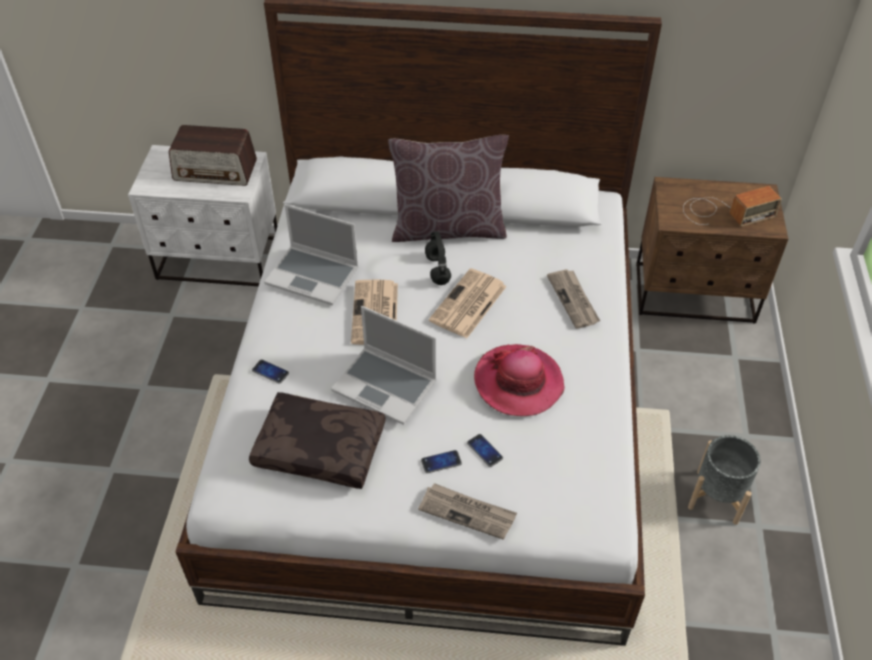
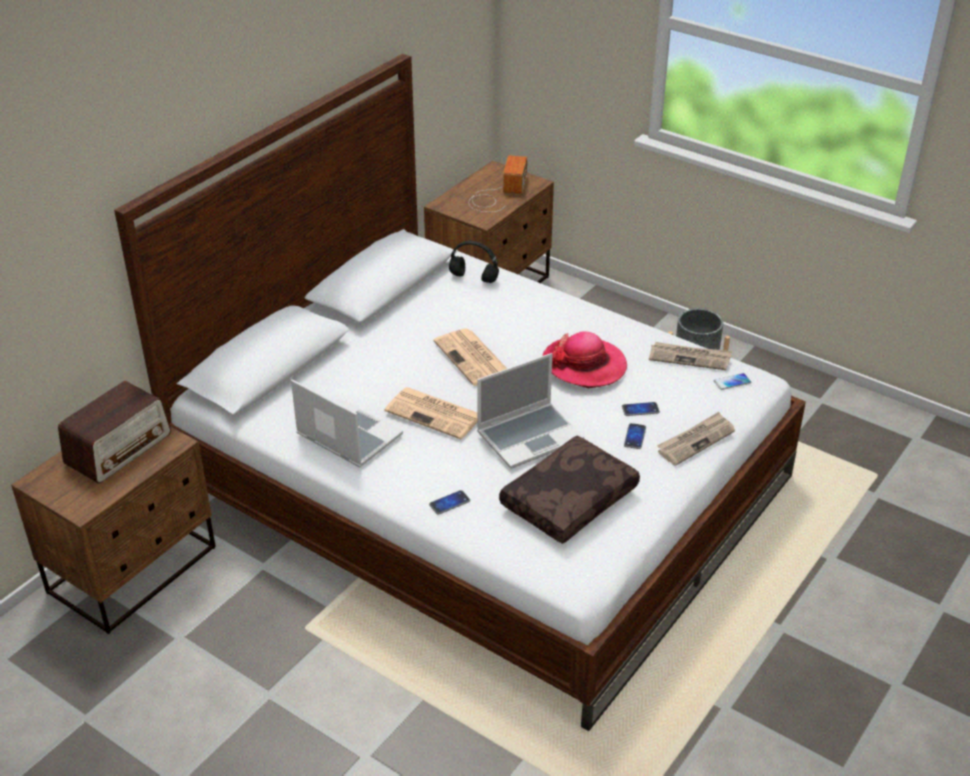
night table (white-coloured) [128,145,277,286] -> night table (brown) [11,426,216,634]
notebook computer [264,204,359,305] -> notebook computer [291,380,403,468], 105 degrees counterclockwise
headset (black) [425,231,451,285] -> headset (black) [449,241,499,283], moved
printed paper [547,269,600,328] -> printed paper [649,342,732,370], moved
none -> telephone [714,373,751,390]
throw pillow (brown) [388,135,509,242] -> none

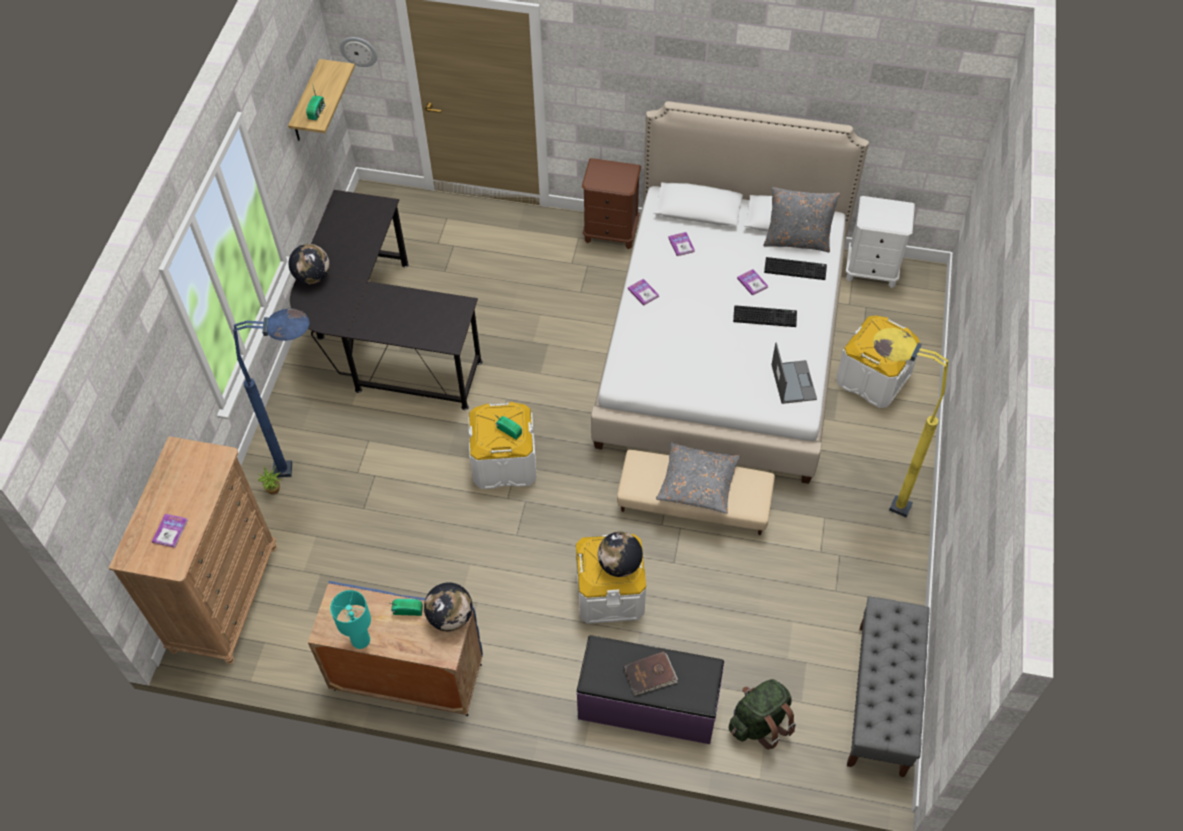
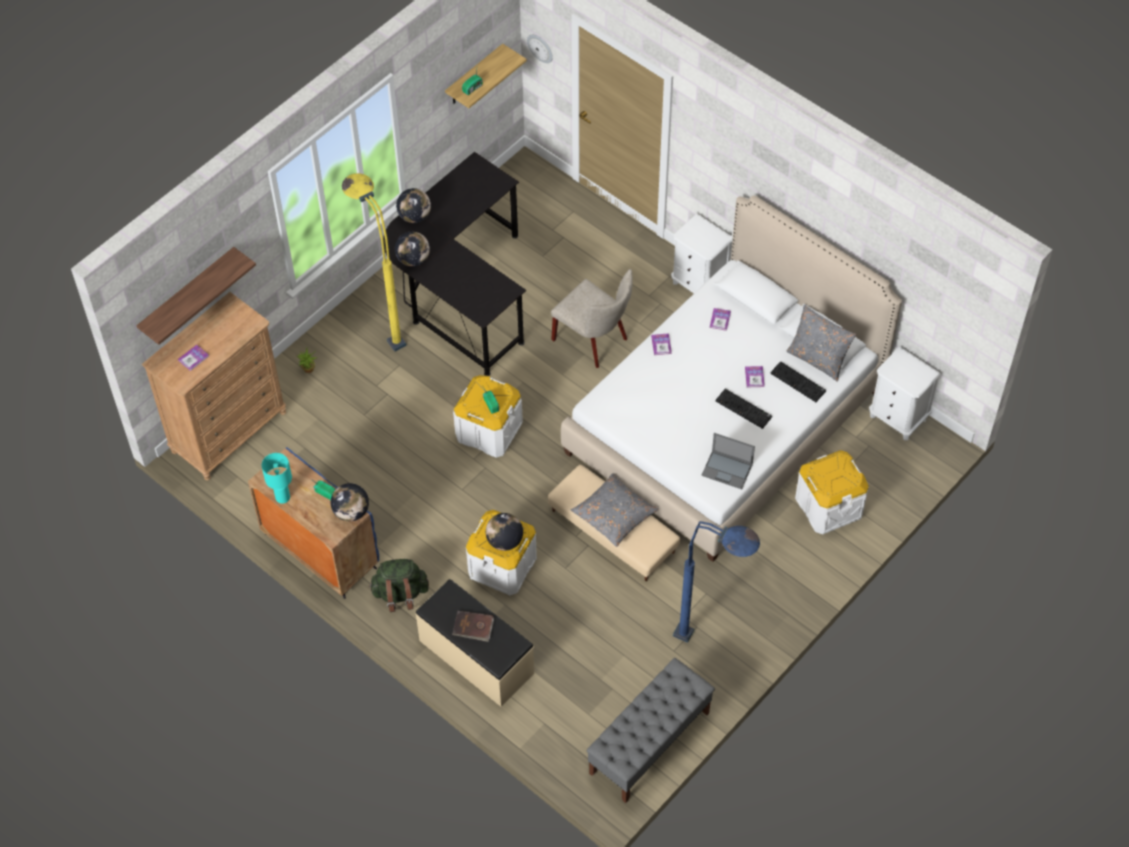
none -> shelf [137,247,256,345]
standard lamp (yellowish) [873,328,948,517] -> standard lamp (yellowish) [342,173,406,352], moved
rucksack (green-coloured) [729,679,796,750] -> rucksack (green-coloured) [369,559,429,612], moved
none -> desk globe [395,231,430,266]
bench (purple) [576,635,724,744] -> bench (sand-coloured) [416,579,534,707]
none -> chair (sand-coloured) [551,269,633,368]
night table (brown) [582,158,641,249] -> night table (white-coloured) [671,214,733,293]
standard lamp (blue) [233,308,310,478] -> standard lamp (blue) [673,521,760,643], moved
notebook computer [771,343,817,404] -> notebook computer [701,433,755,489], 90 degrees clockwise

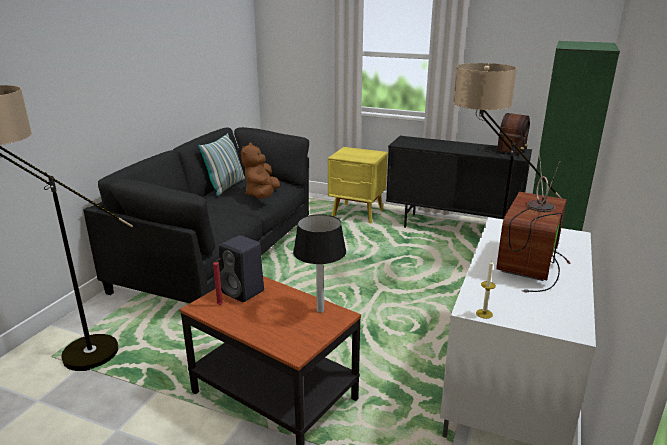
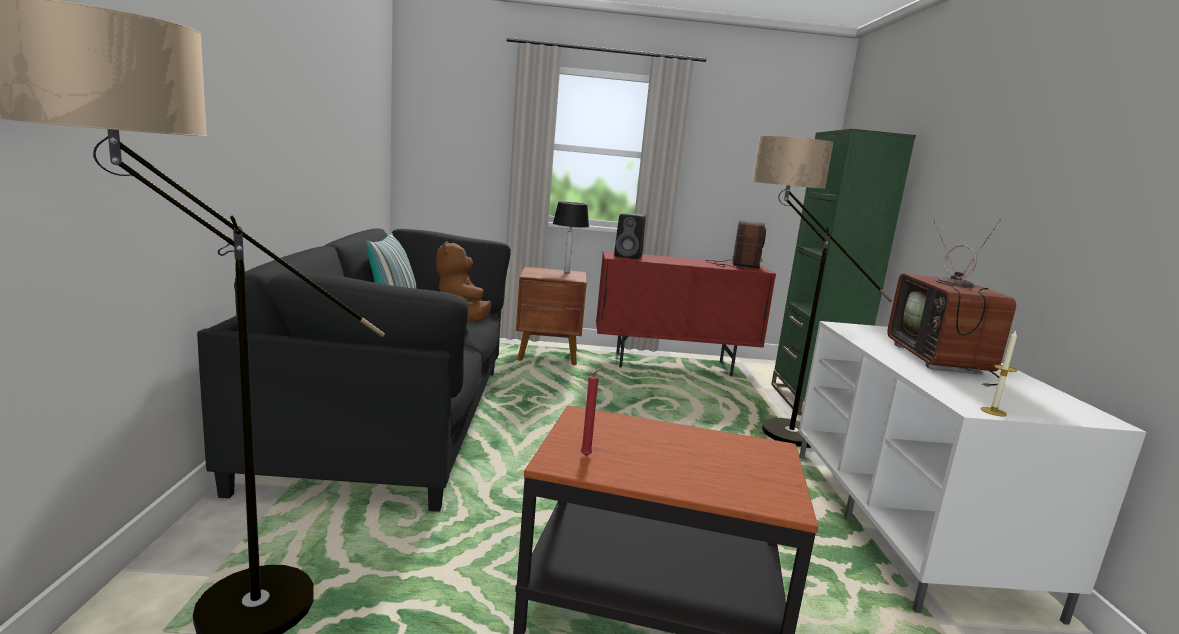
night table (yellowish) [328,147,388,224] -> night table (brown) [516,267,587,365]
table lamp [293,214,346,313] -> table lamp [553,202,589,273], moved
cupboard (black) [386,136,532,228] -> cupboard (red-coloured) [596,251,776,377]
audio speaker (black) [219,235,264,302] -> audio speaker (black) [614,213,646,259], moved

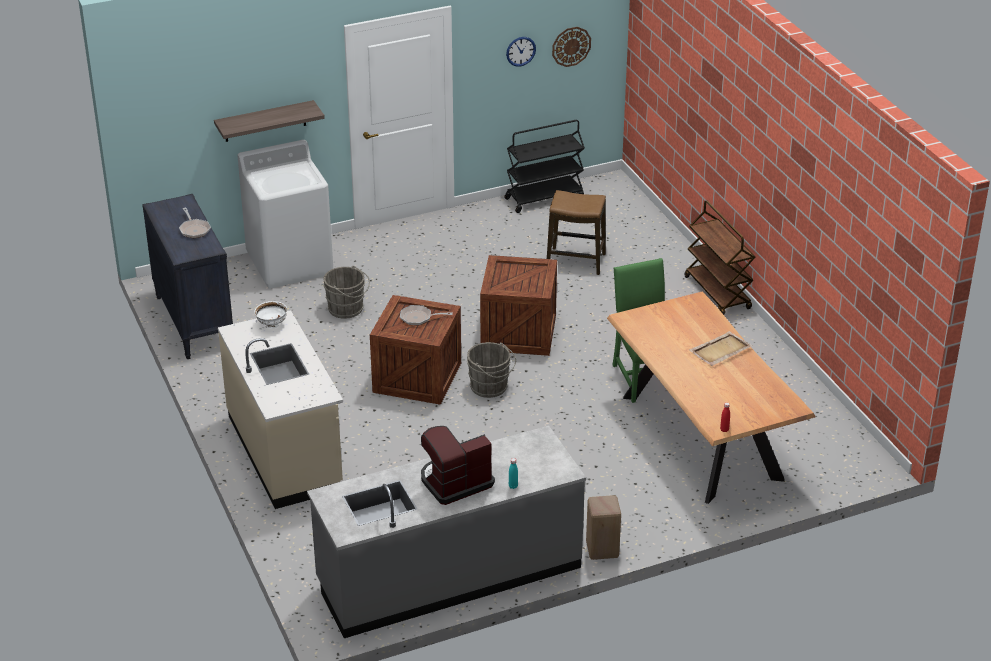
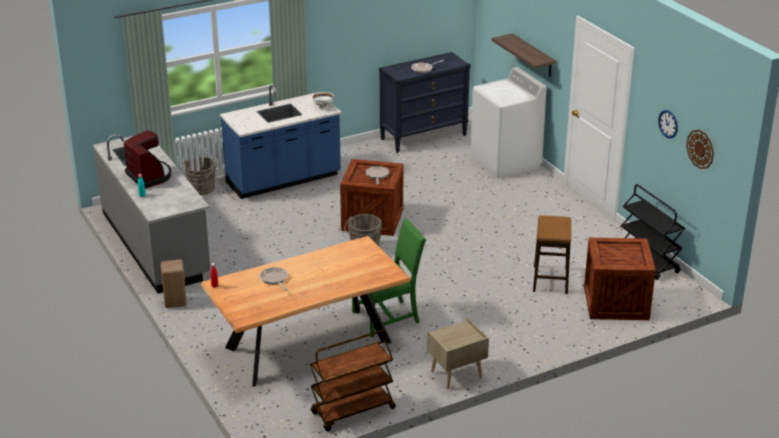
bucket (grey) [323,266,370,319] -> bucket (grey) [181,157,216,195], moved
counter (sand-coloured) [218,310,343,509] -> counter (blue) [220,85,342,199]
none -> pan [259,267,288,290]
cart (brown) [684,201,756,315] -> cart (brown) [310,329,396,431], moved
none -> night table (sand-coloured) [427,318,489,389]
shipping crate [480,255,557,356] -> shipping crate [584,238,656,320], moved
serving tray (sand-coloured) [689,331,752,366] -> none

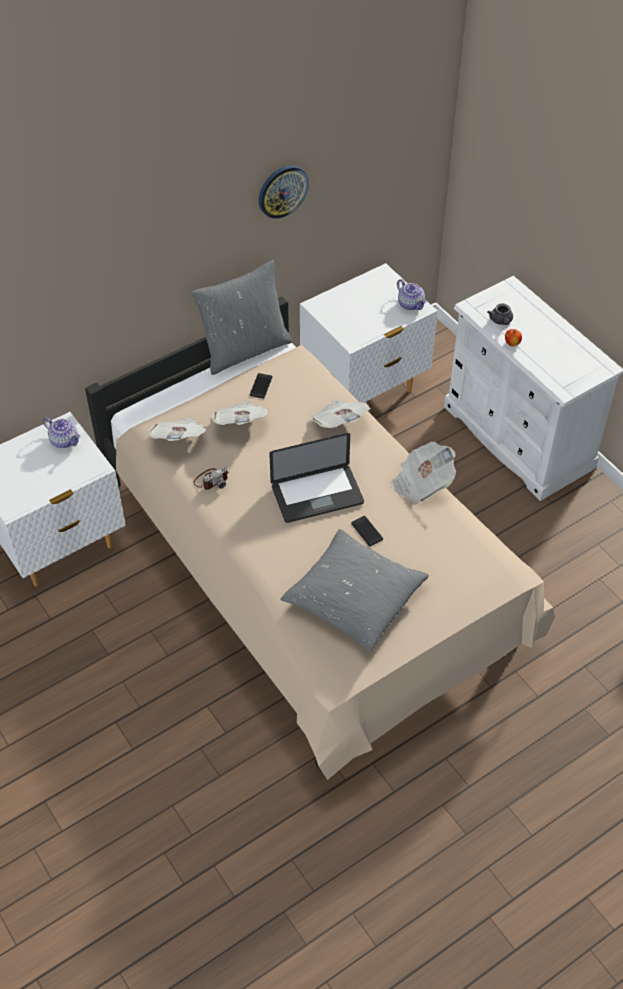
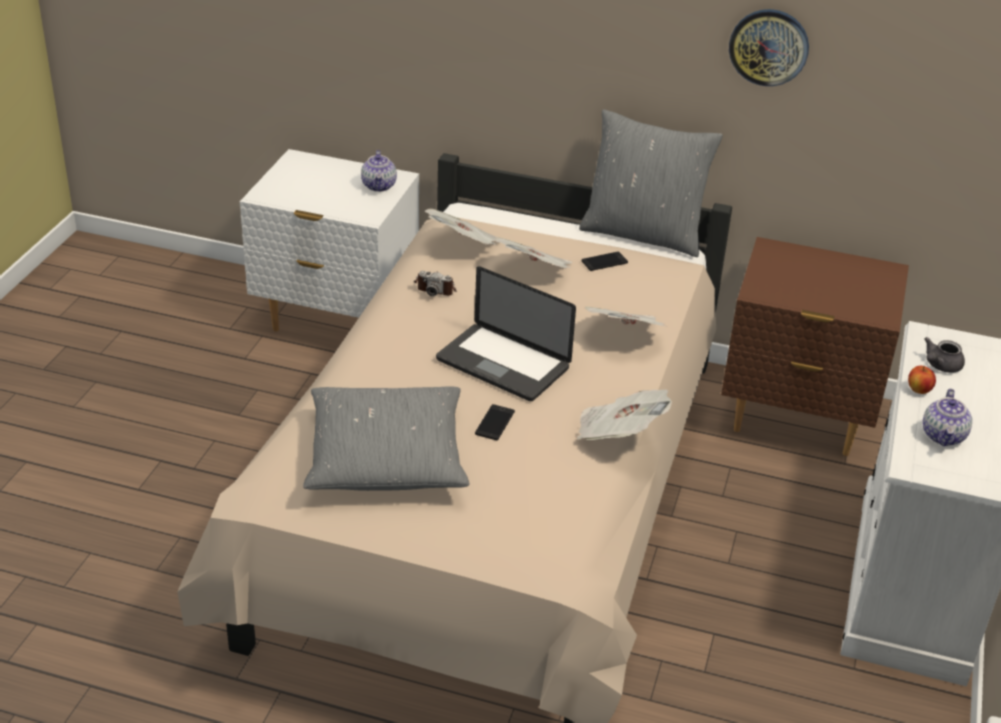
night table (white-coloured) [300,263,438,403] -> night table (brown) [721,237,909,456]
tea pot [397,279,427,310] -> tea pot [923,388,972,446], moved

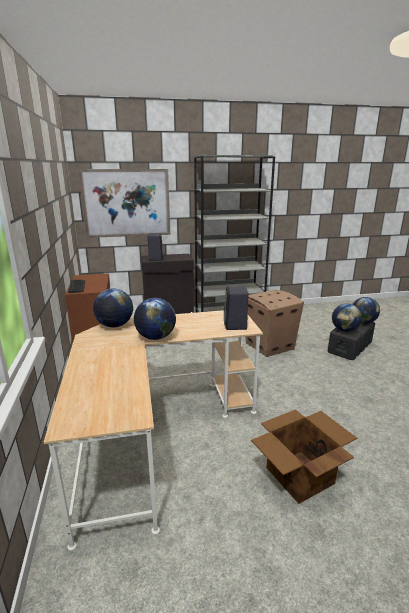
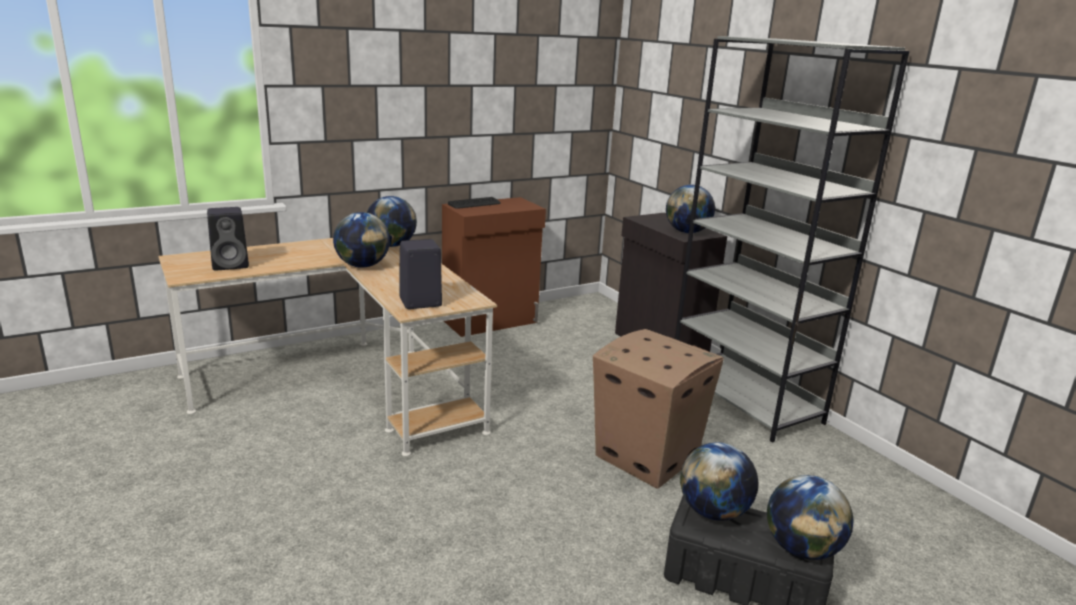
audio speaker (black) [148,233,163,261] -> audio speaker (black) [207,207,249,271], moved
none -> desk globe [666,184,715,233]
picture [79,169,170,238] -> none
carton [251,409,357,504] -> none

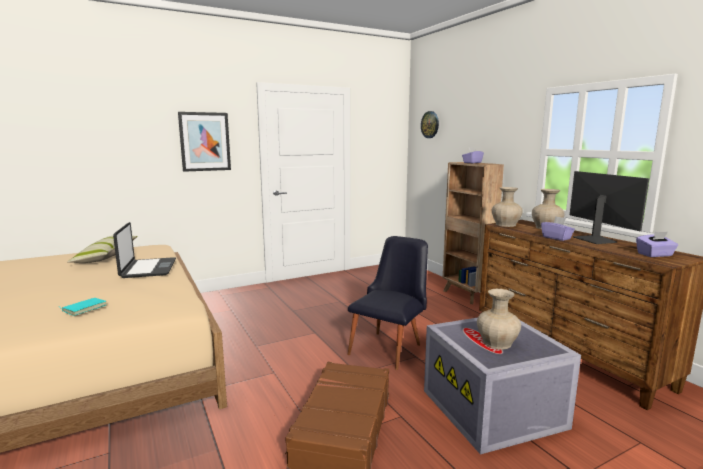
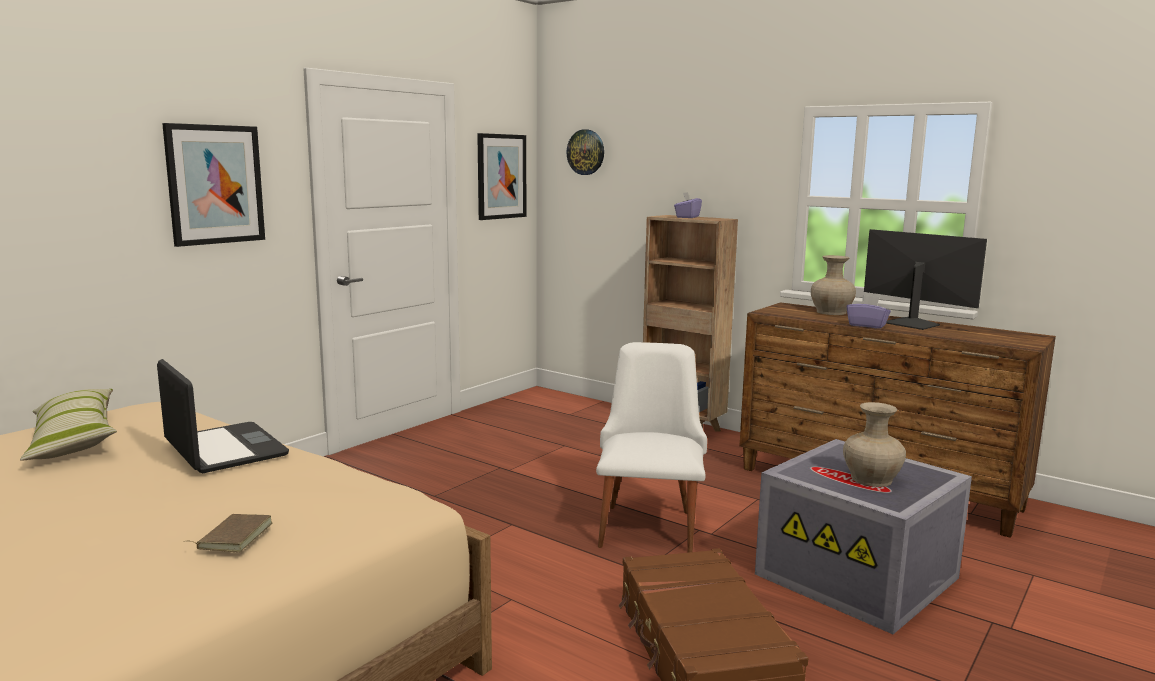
bound book (turquoise-coloured) [59,298,106,316] -> bound book (brown) [184,514,272,552]
none -> picture [477,133,526,220]
chair (black) [347,236,428,370] -> chair (white-coloured) [596,342,707,553]
flower vase (sand-coloured) [492,187,523,227] -> none
tissue box (purple) [636,232,678,257] -> none

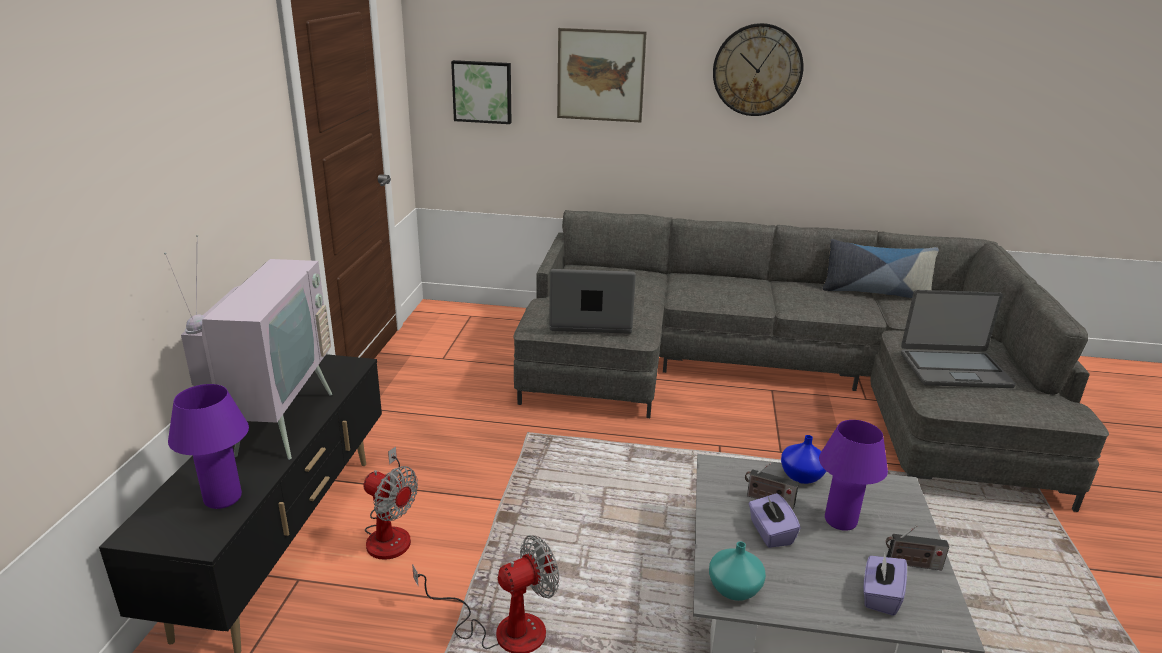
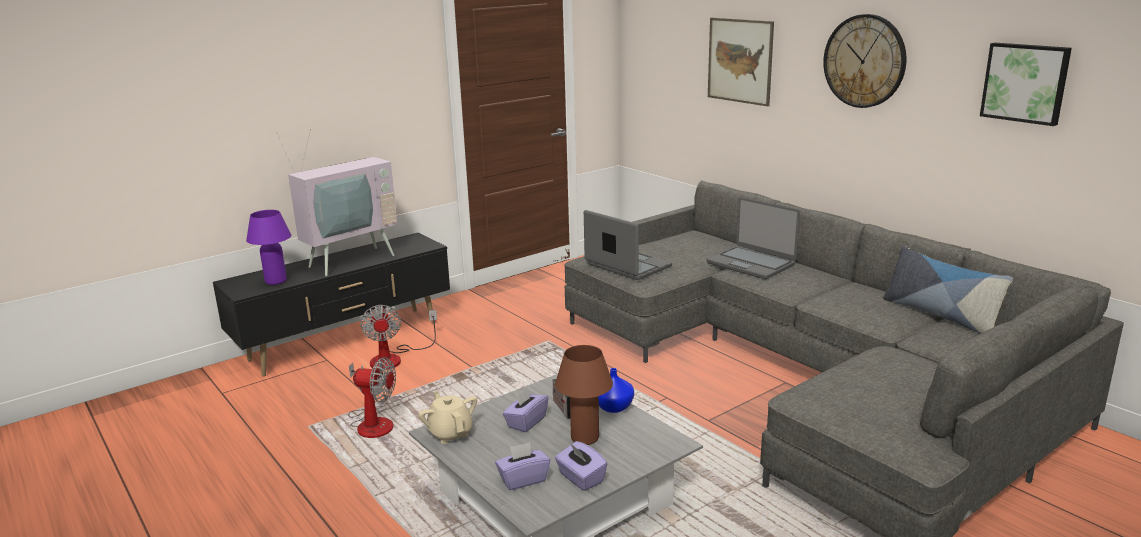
flower vase (turquoise-coloured) [709,541,766,601] -> tea pot (sand-coloured) [418,391,477,444]
table lamp (purple) [819,420,888,531] -> table lamp (brown) [555,345,613,445]
radio [886,525,949,571] -> tissue box (purple) [555,441,607,491]
notebook computer [901,290,1016,388] -> notebook computer [707,197,800,279], moved
picture [451,60,511,124] -> picture [980,43,1072,126], moved

